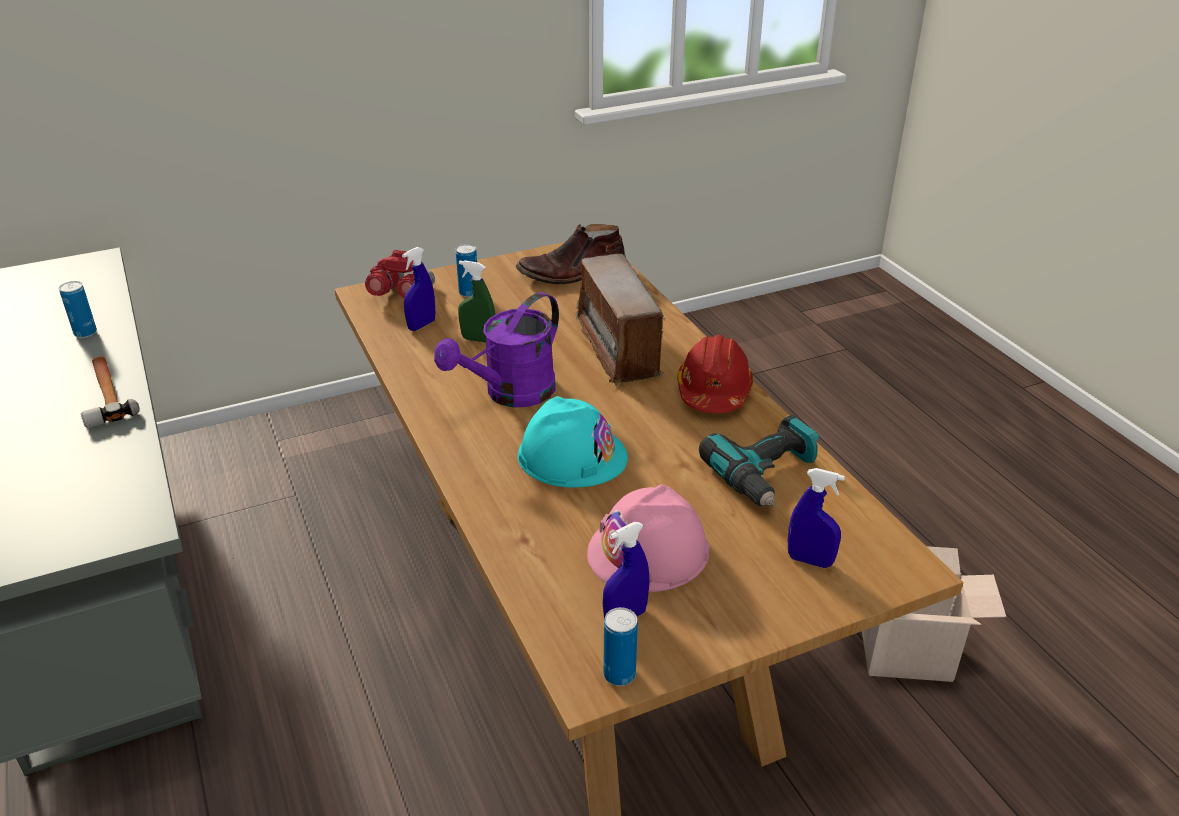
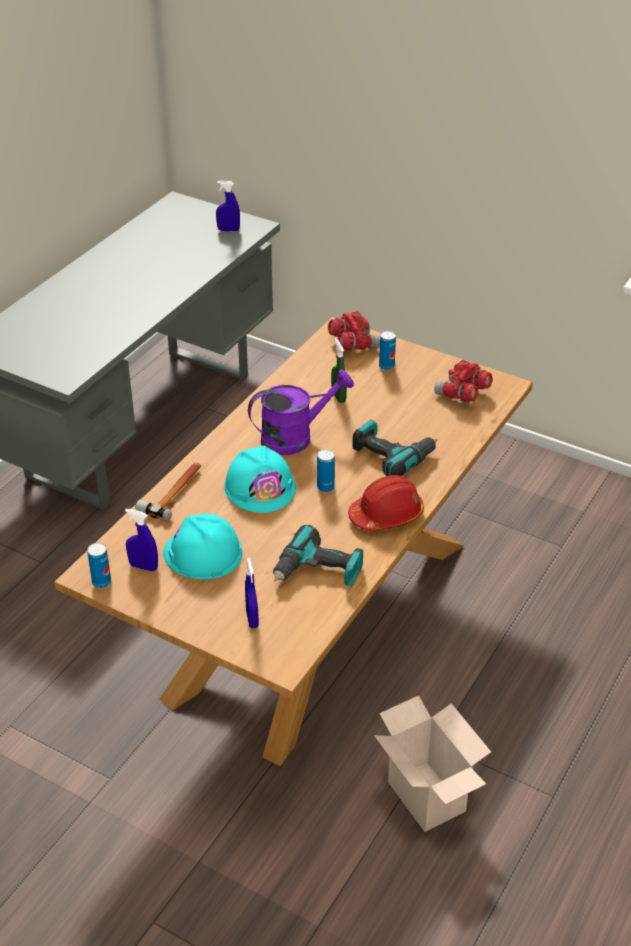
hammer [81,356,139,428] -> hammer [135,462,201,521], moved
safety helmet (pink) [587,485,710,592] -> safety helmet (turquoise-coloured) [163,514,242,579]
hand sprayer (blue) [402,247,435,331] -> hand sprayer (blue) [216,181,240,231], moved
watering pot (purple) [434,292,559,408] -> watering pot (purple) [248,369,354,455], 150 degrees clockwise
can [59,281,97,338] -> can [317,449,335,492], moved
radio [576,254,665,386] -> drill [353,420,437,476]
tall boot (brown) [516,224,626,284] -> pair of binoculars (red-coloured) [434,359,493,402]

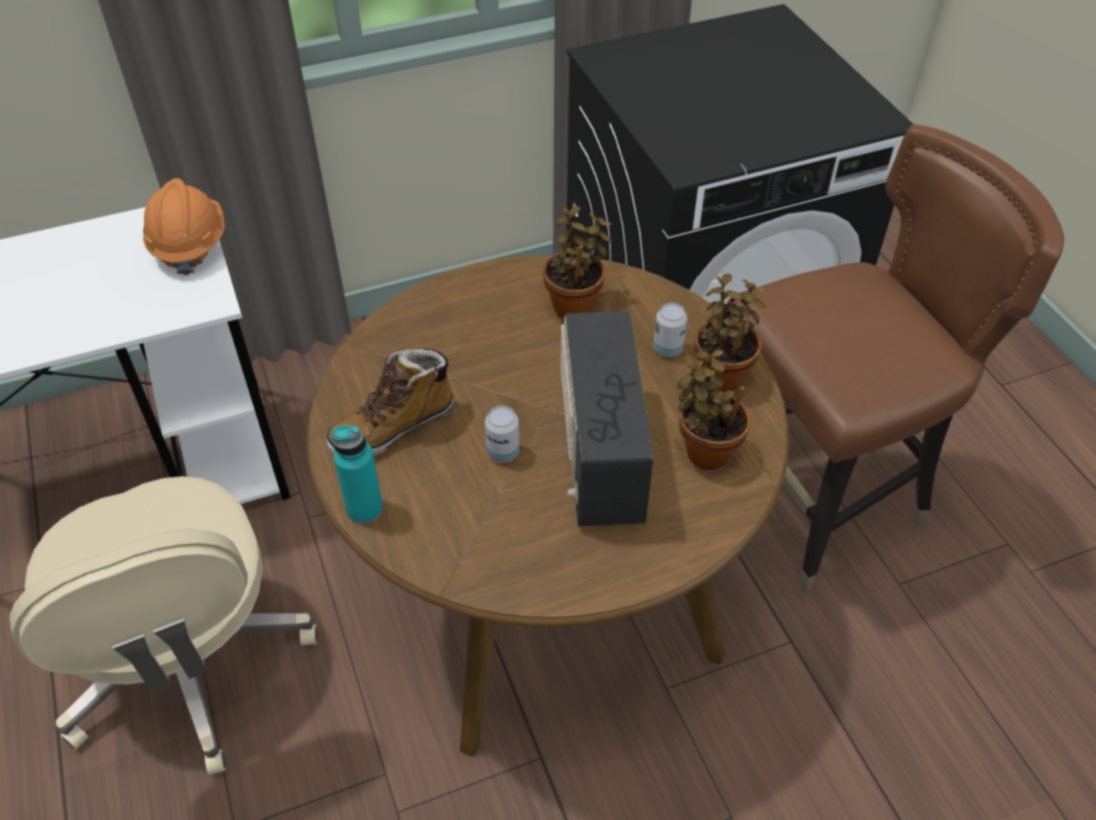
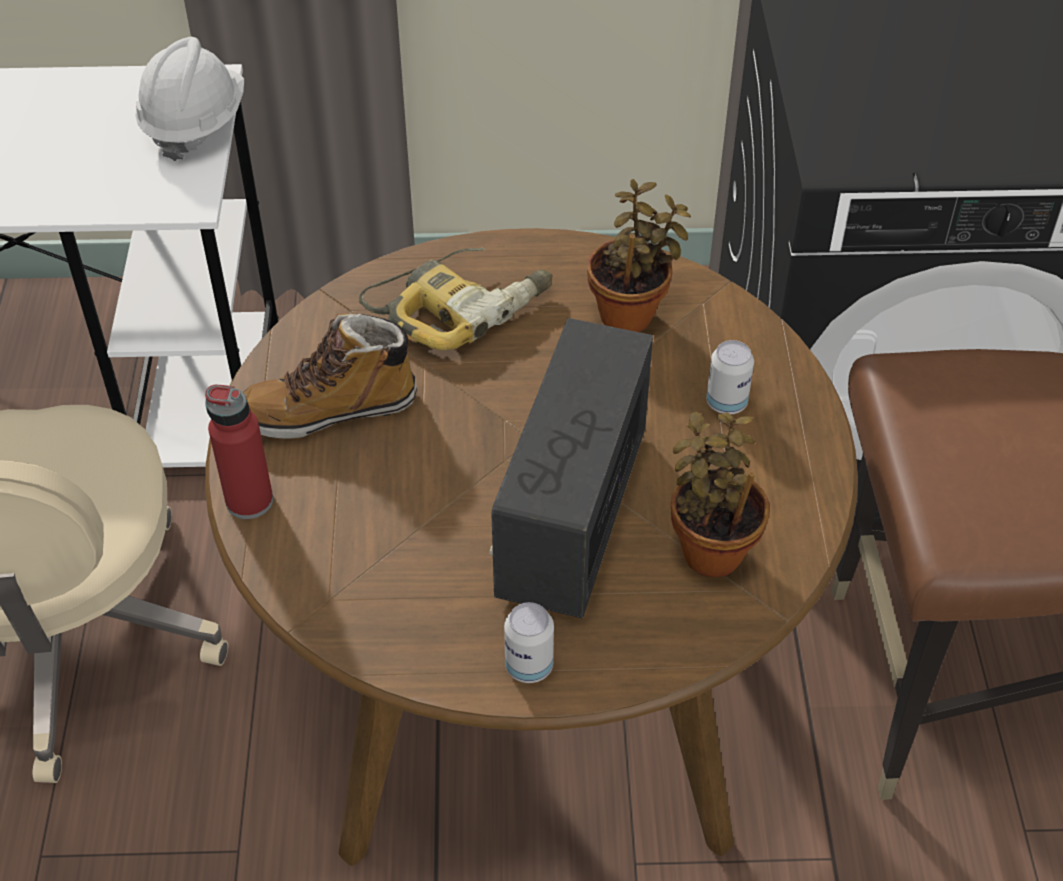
safety helmet (orange) [143,178,225,276] -> safety helmet (white-coloured) [135,37,244,161]
bottle (turquoise-coloured) [332,424,383,524] -> bottle (red-coloured) [205,384,273,519]
none -> drill [359,248,552,351]
can [485,406,519,463] -> can [504,602,554,683], moved
houseplant [694,273,767,393] -> none

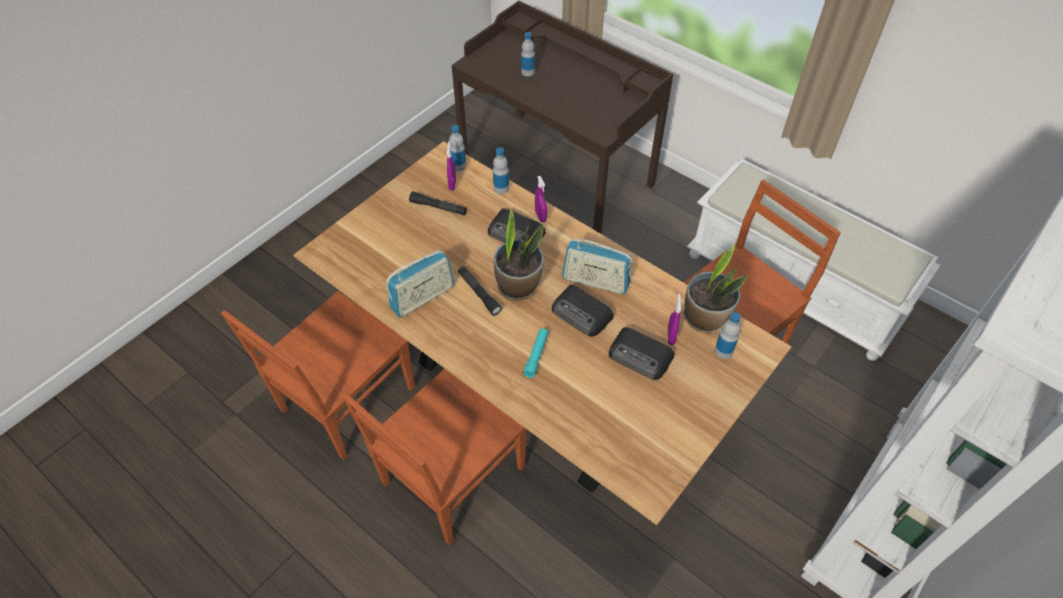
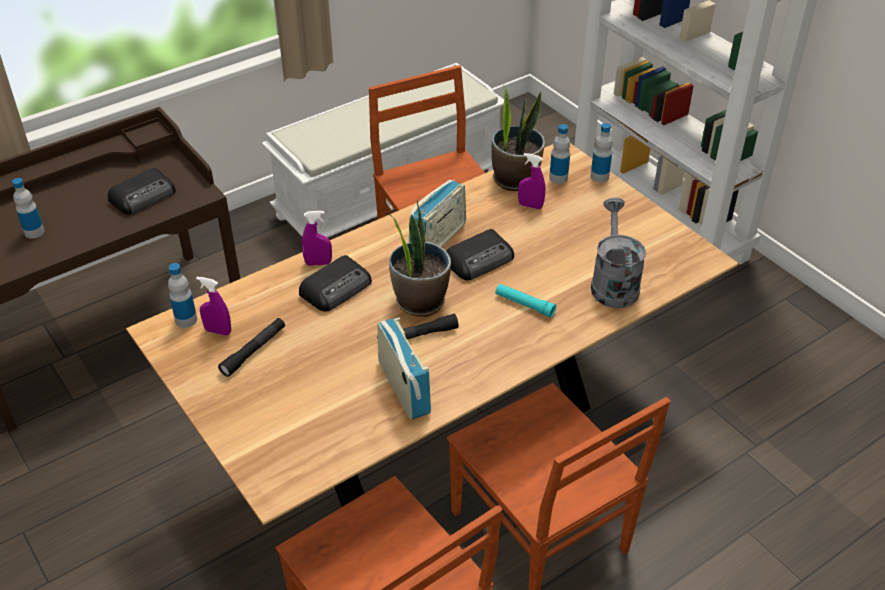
radio [609,327,674,380] -> radio [108,168,176,215], moved
bottle [493,147,509,194] -> bottle [591,123,613,182], moved
none -> watering pot (grey) [591,197,646,308]

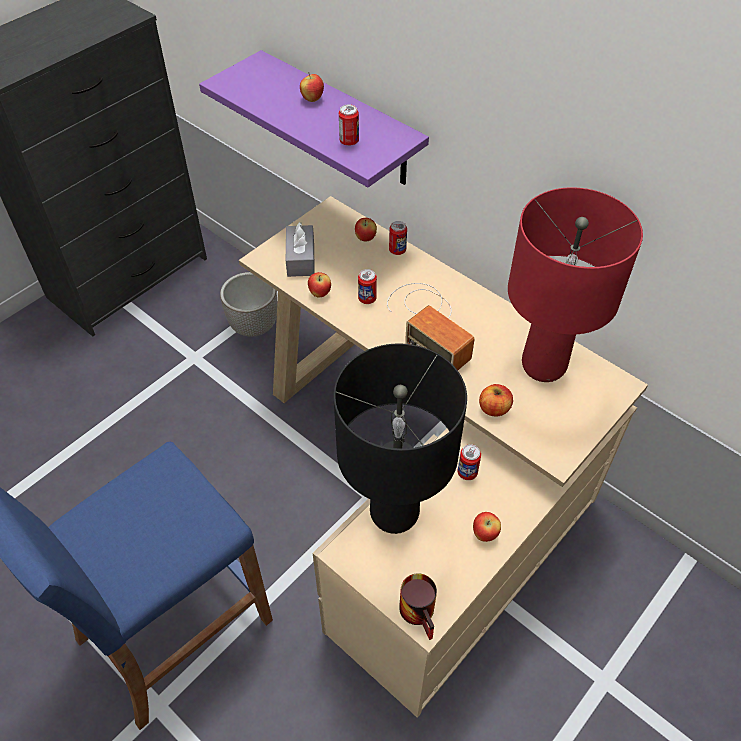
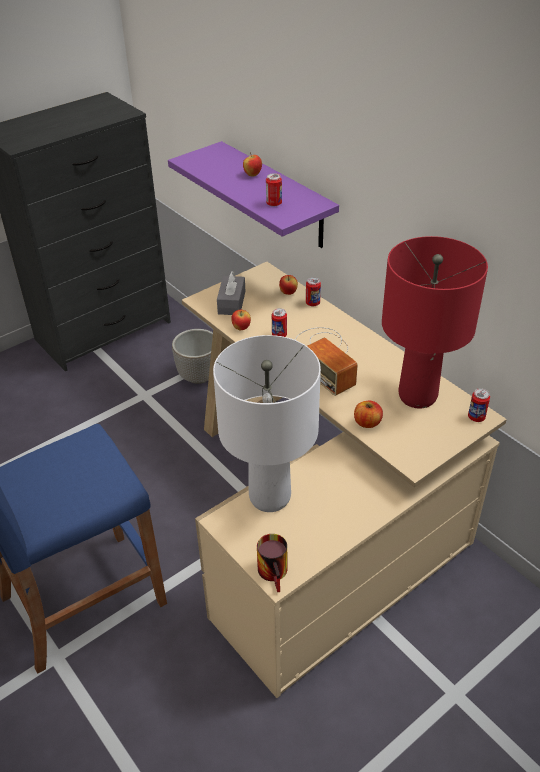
table lamp (black) [334,343,467,534] -> table lamp (white-coloured) [213,335,321,512]
can [458,444,481,480] -> can [468,388,490,422], moved
apple fruit [473,512,501,542] -> none

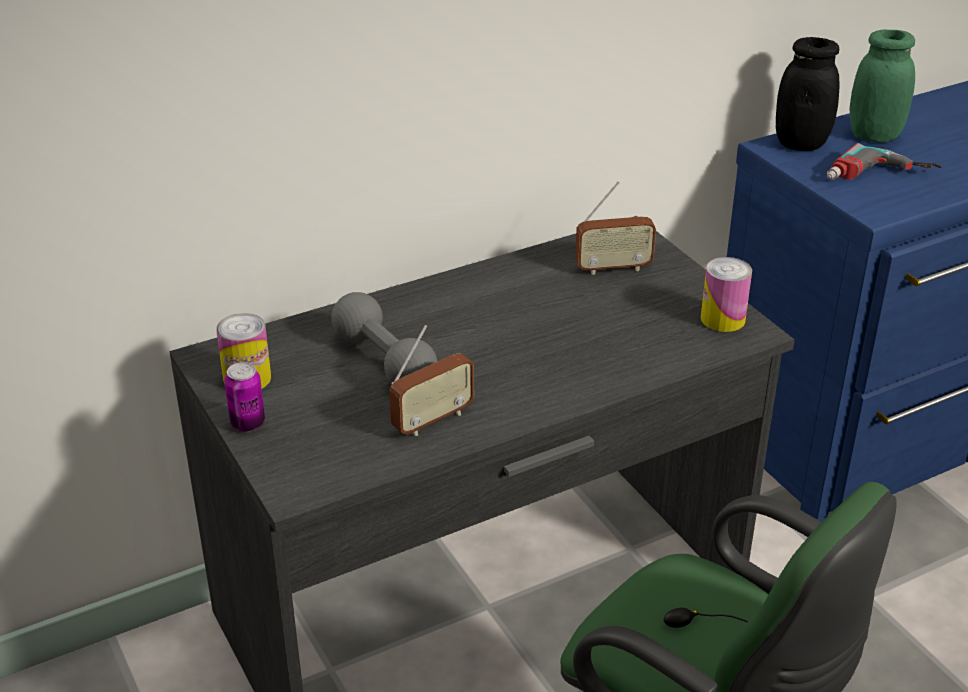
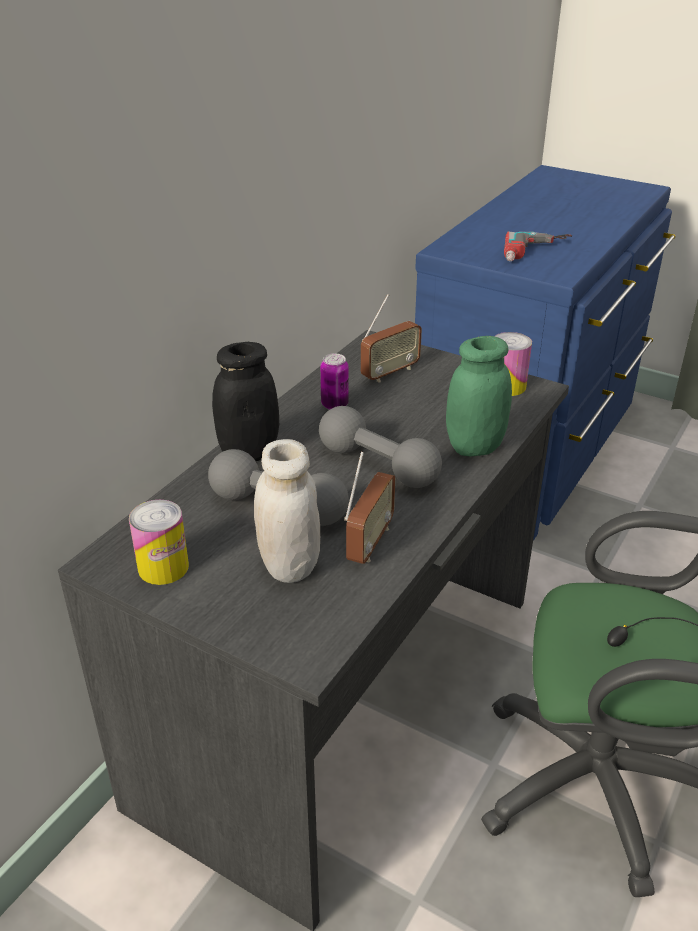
storage jar (black) [776,37,839,151] -> storage jar (black) [212,342,279,461], moved
none -> storage jar (white-coloured) [254,439,320,583]
none -> free weight (grey) [319,406,442,488]
can [224,362,265,432] -> can [320,353,349,410], moved
storage jar (green-coloured) [849,30,915,143] -> storage jar (green-coloured) [446,336,512,457], moved

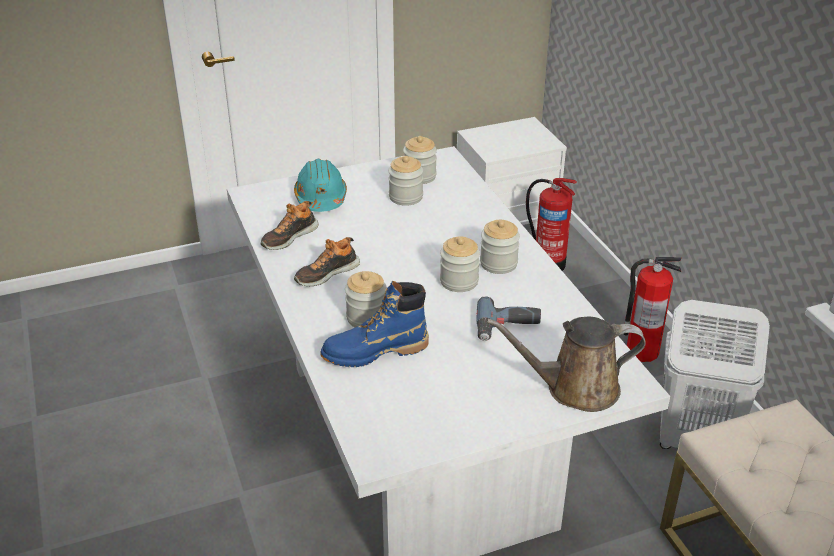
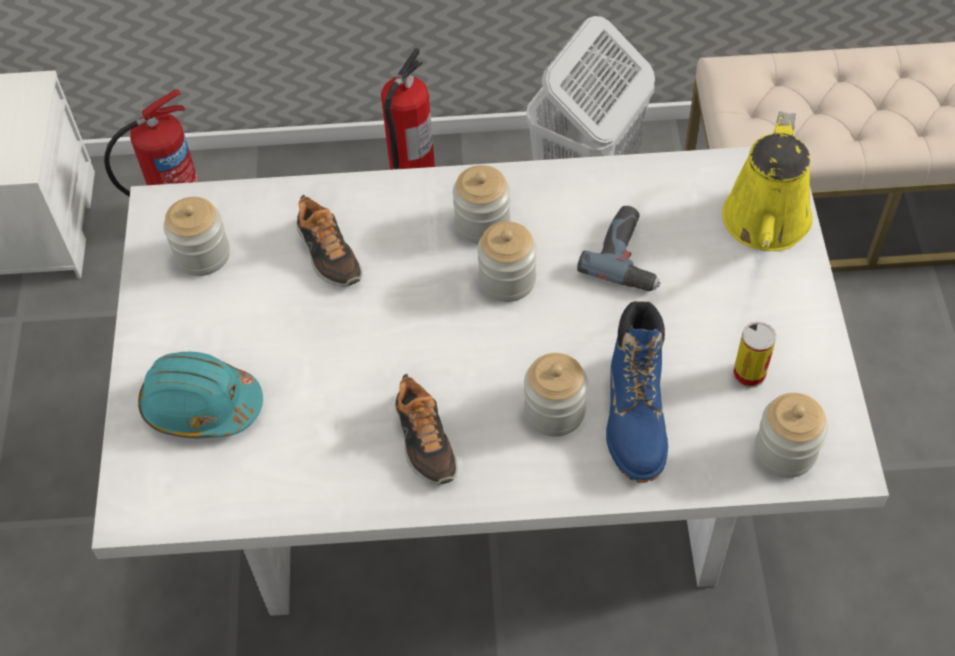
low shoe [261,201,319,250] -> low shoe [297,195,363,286], moved
watering pot (brown) [486,317,646,412] -> watering pot (yellowish) [722,111,813,251]
none -> can [733,321,776,388]
storage jar [388,156,423,206] -> storage jar [755,393,828,478], moved

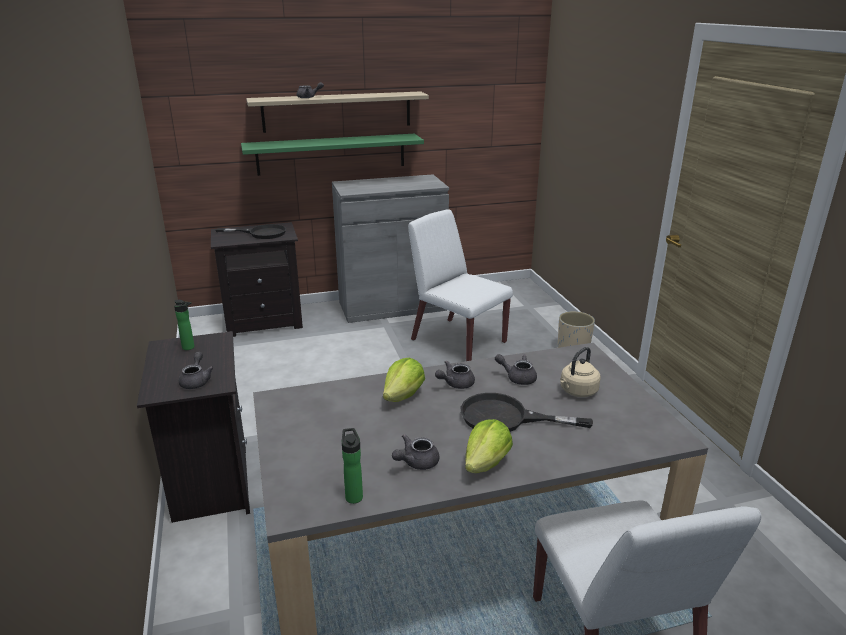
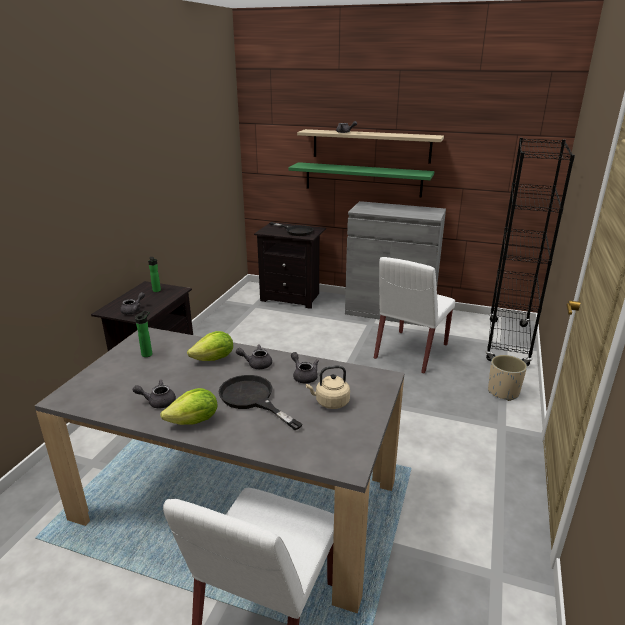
bottle [342,428,363,504] -> bottle [135,311,152,357], moved
chair (white-coloured) [408,209,513,361] -> chair (white-coloured) [374,257,455,374], 135 degrees counterclockwise
none -> bookshelf (black) [486,138,575,366]

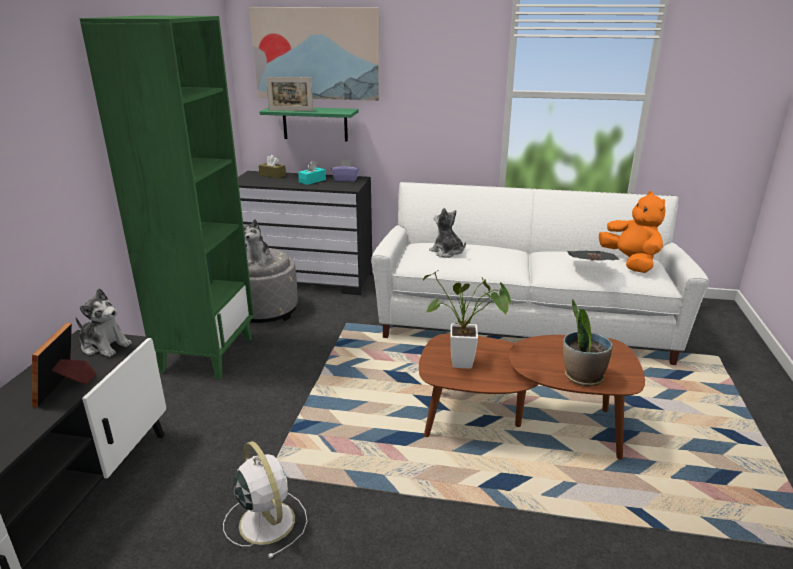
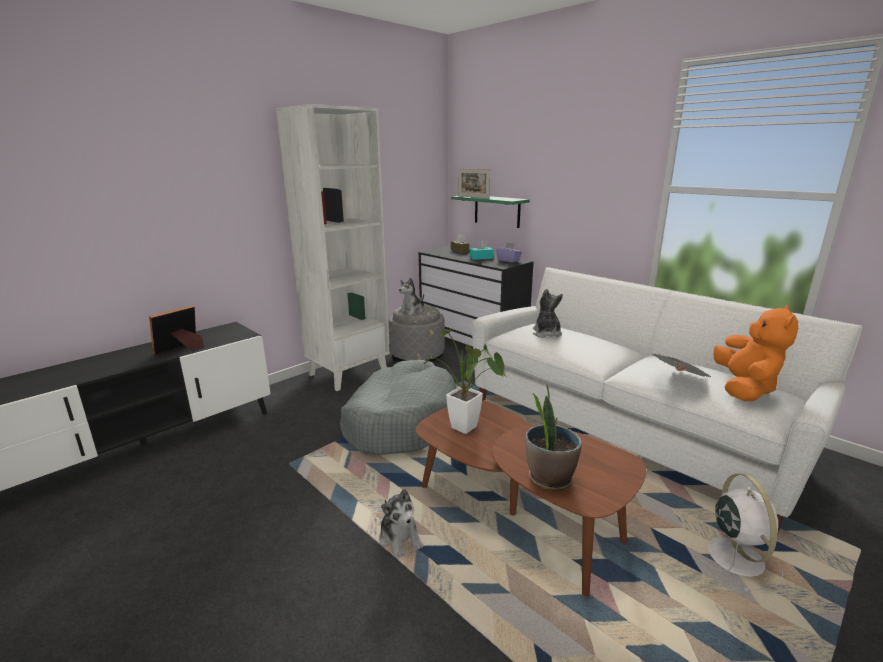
bookshelf (green-coloured) [80,16,254,380] -> bookshelf (white-coloured) [276,104,390,391]
none -> pet bed (grey) [340,360,457,455]
plush toy [76,288,132,357] -> plush toy [379,489,423,559], moved
cooling fan (white-coloured) [223,441,307,558] -> cooling fan (white-coloured) [698,474,783,592], moved
picture [249,7,380,101] -> none

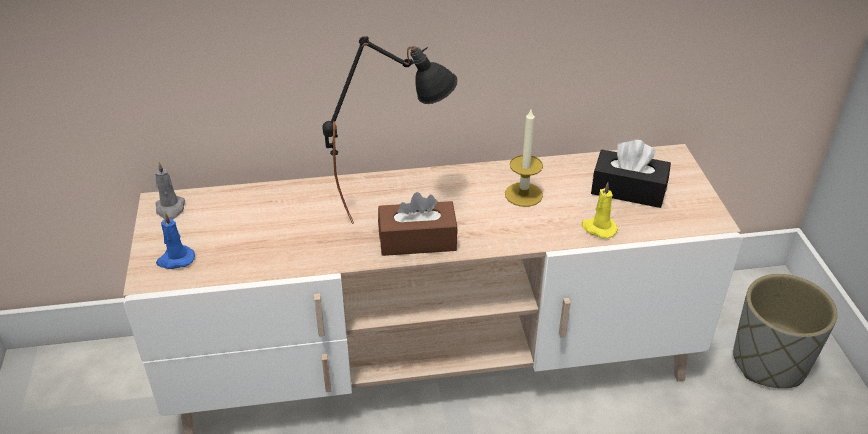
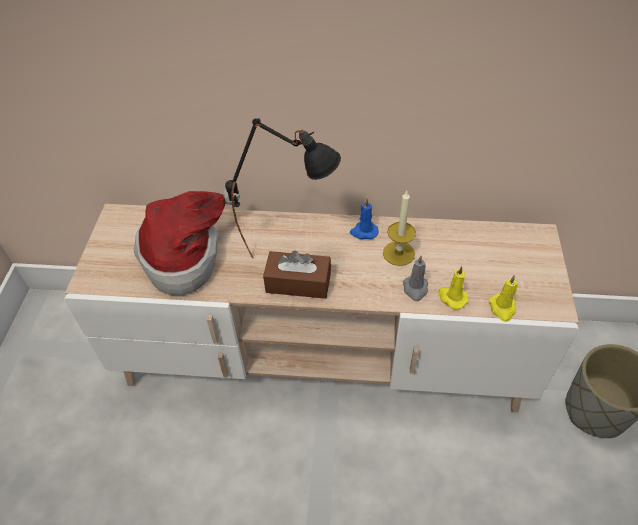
none -> clothing hat [133,189,240,295]
wax light (blue) [156,212,195,269] -> wax light (blue) [350,199,379,239], moved
wax light (grey) [155,162,185,220] -> wax light (grey) [403,256,428,301], moved
none -> wax light (yellowish) [489,275,518,322]
tissue box (black) [591,140,671,208] -> none

